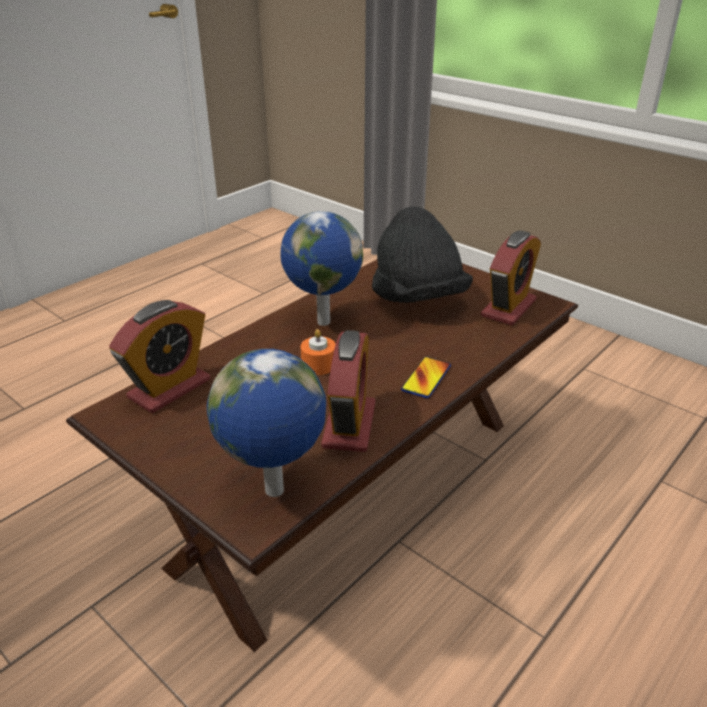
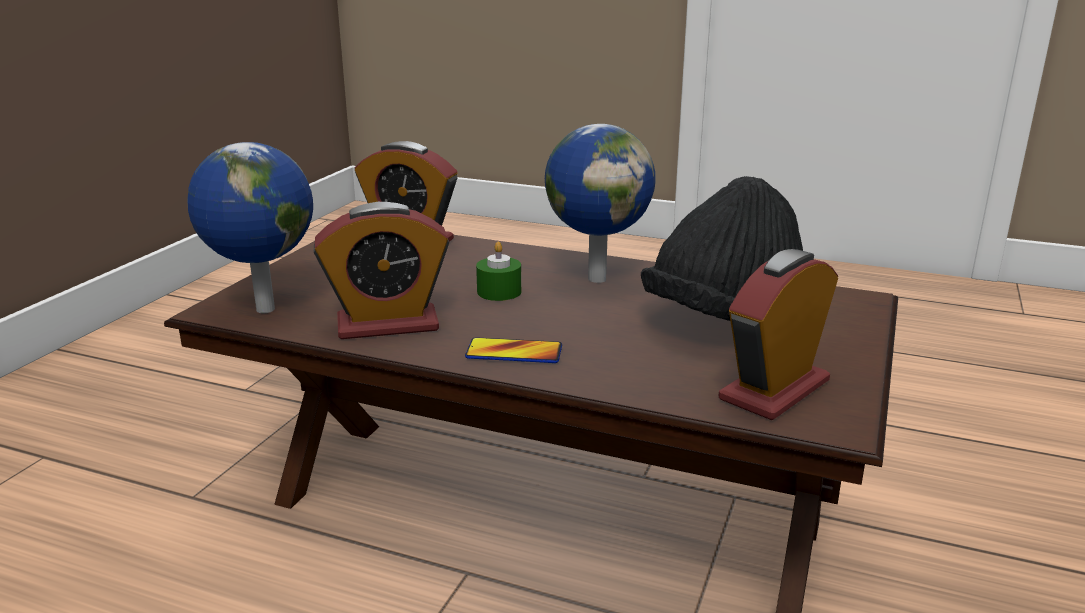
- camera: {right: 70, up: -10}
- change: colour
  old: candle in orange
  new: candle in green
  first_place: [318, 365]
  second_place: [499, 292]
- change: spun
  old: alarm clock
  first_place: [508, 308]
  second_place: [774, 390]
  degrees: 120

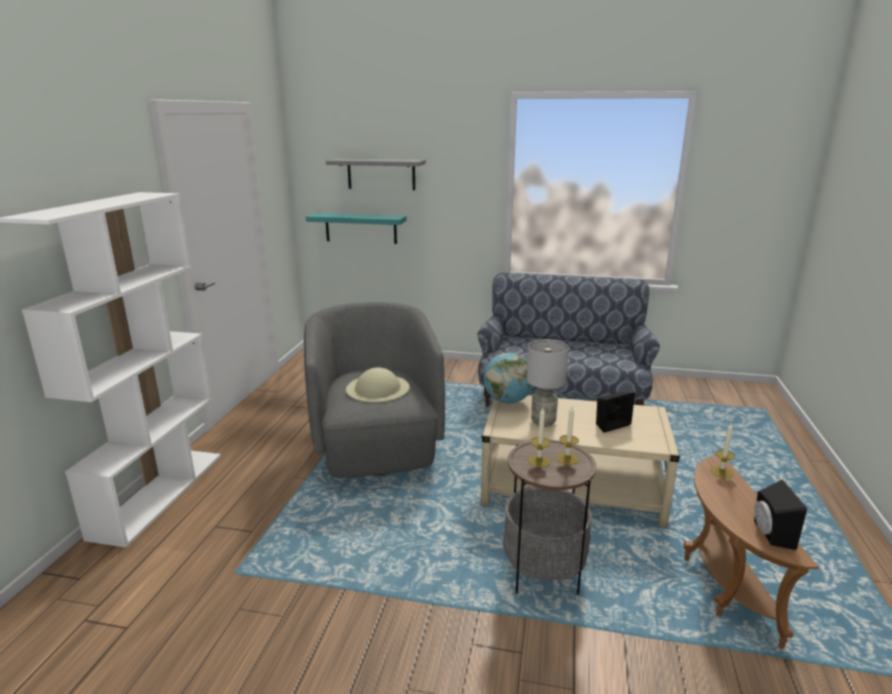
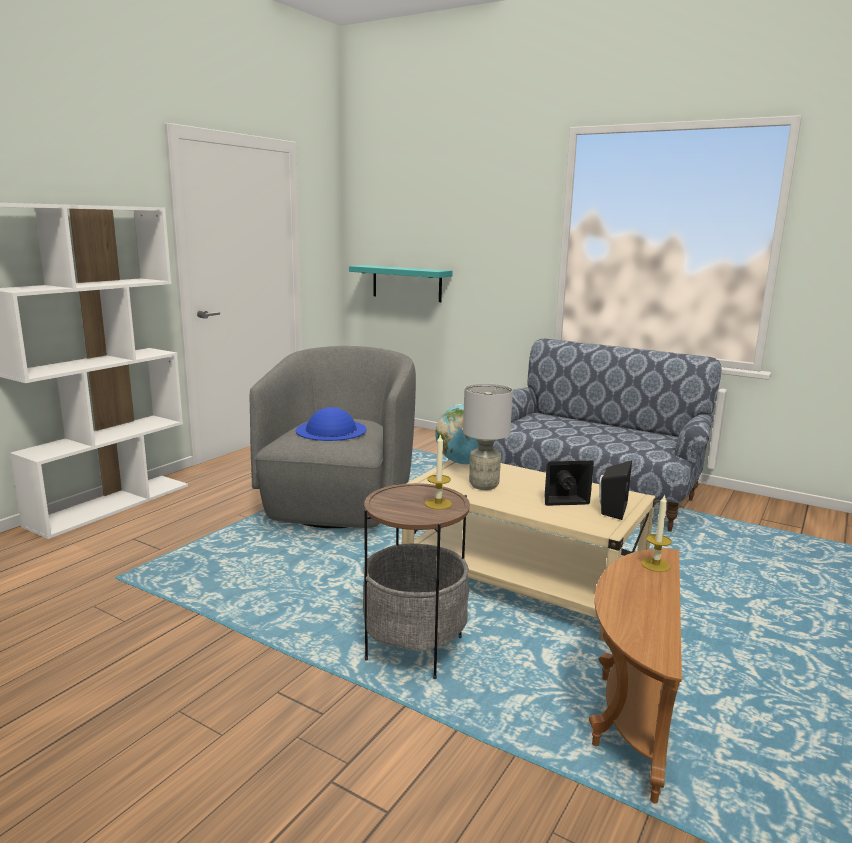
- camera: {right: 20, up: -5}
- change: missing
  old: shelf in grey
  first_place: [381, 174]
- change: missing
  old: candle
  first_place: [539, 461]
- change: relocated
  old: speaker in black
  first_place: [769, 534]
  second_place: [611, 509]
- change: colour
  old: hat in beige
  new: hat in blue
  first_place: [378, 388]
  second_place: [331, 430]

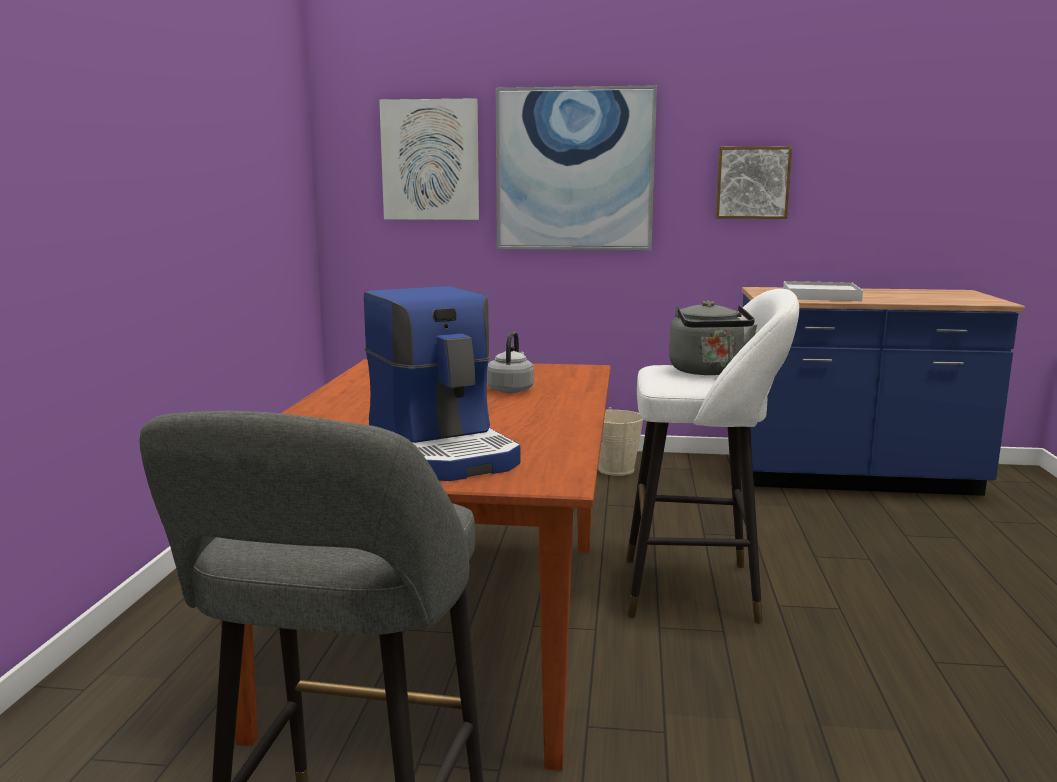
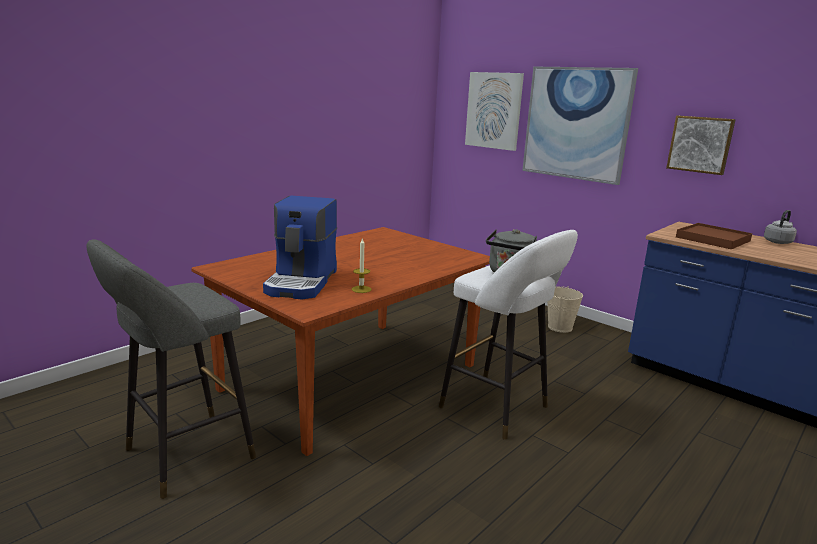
- camera: {right: 35, up: 5}
- change: appeared
  new: candle
  second_place: [361, 289]
- change: relocated
  old: kettle in grey
  first_place: [511, 390]
  second_place: [778, 242]
- change: colour
  old: tray in white
  new: tray in brown
  first_place: [820, 296]
  second_place: [712, 239]

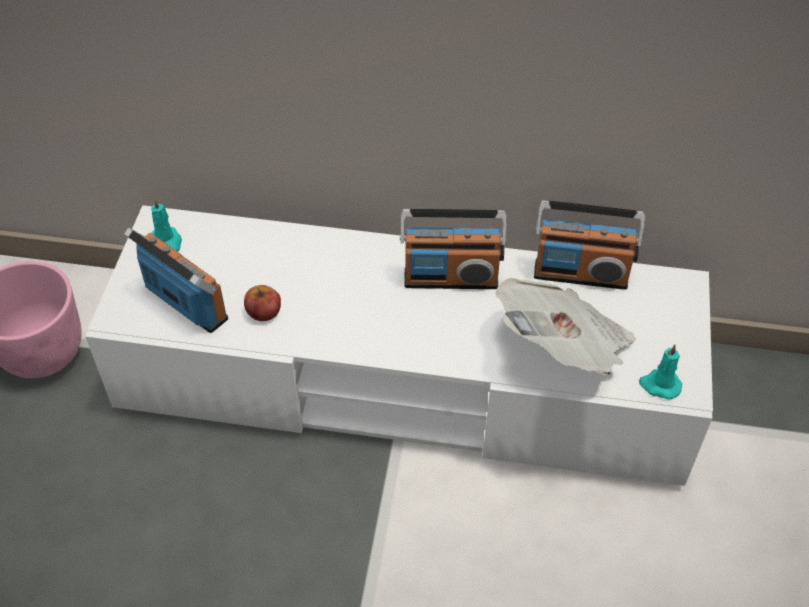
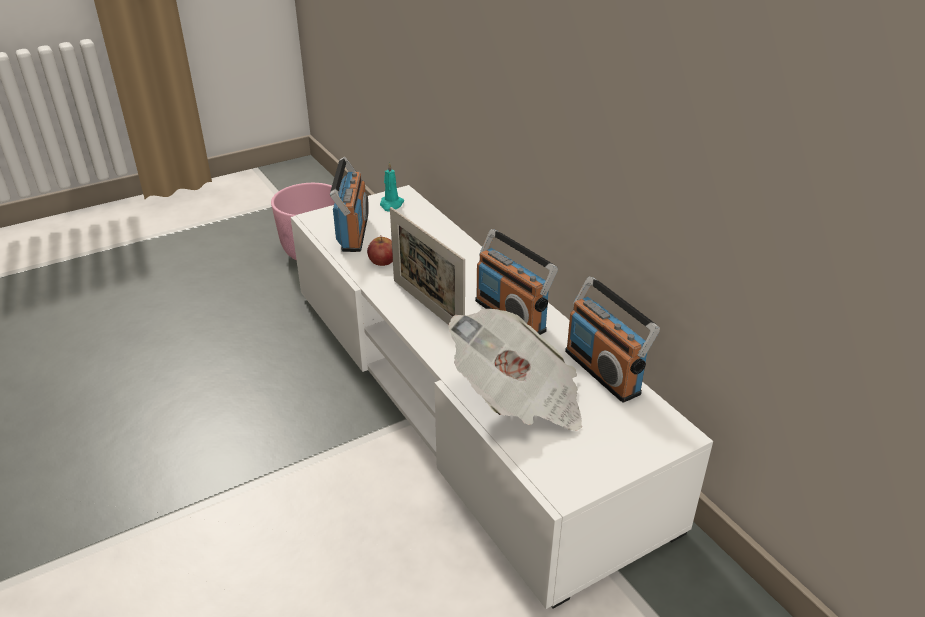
- camera: {right: 50, up: -15}
- change: missing
  old: candle in turquoise
  first_place: [659, 385]
- change: appeared
  new: picture frame
  second_place: [427, 307]

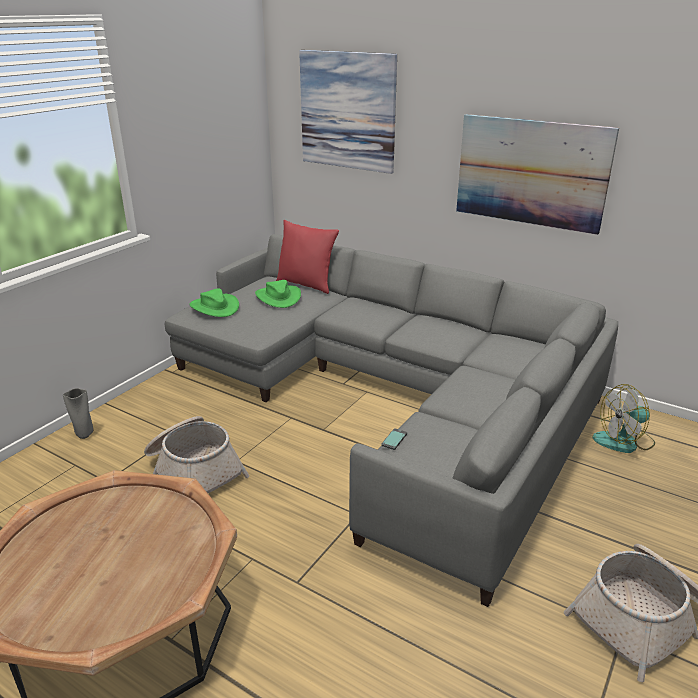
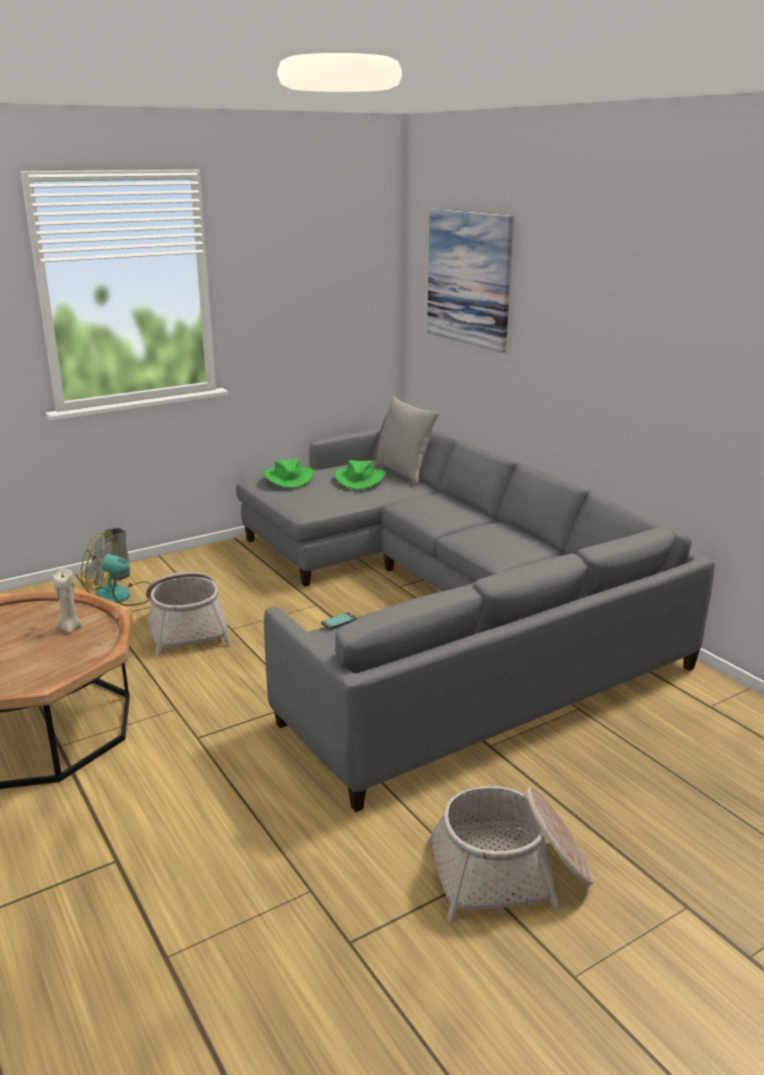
- camera: {right: 25, up: -5}
- change: missing
  old: picture
  first_place: [531, 172]
- change: appeared
  new: candle in beige
  second_place: [69, 628]
- change: relocated
  old: fan
  first_place: [624, 441]
  second_place: [122, 596]
- change: colour
  old: pillow in red
  new: pillow in grey
  first_place: [306, 284]
  second_place: [404, 472]

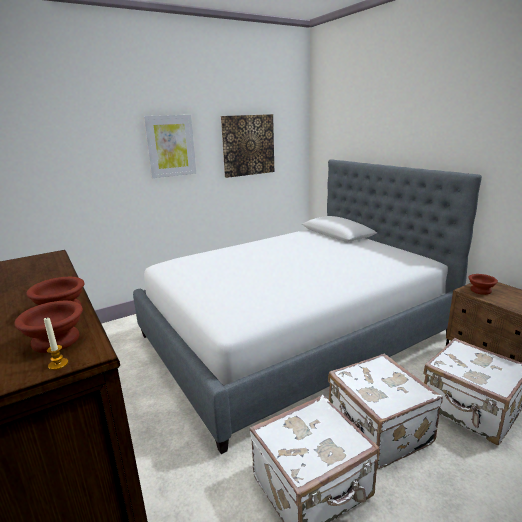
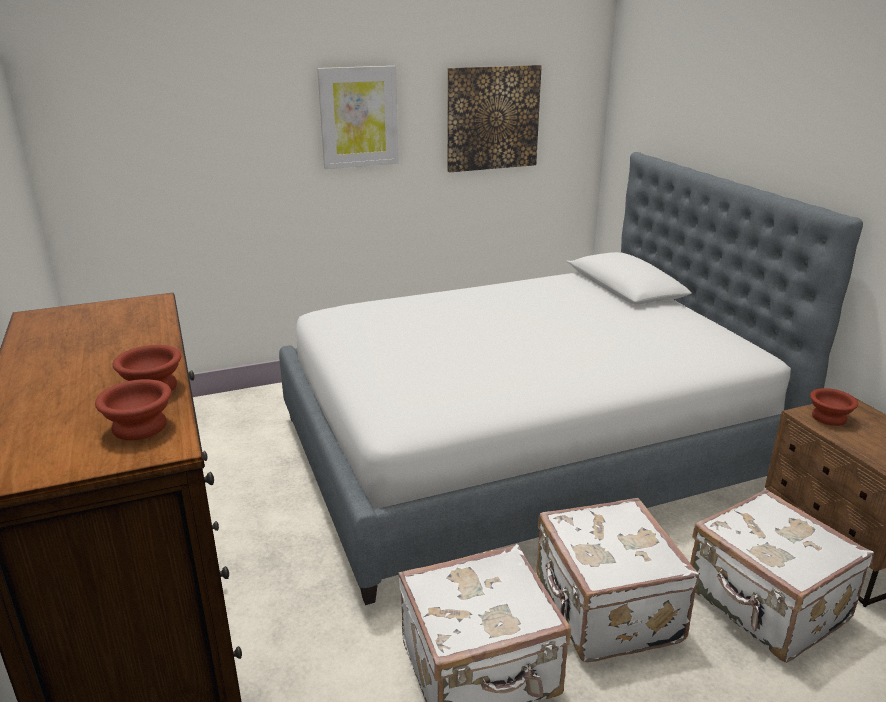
- camera: {right: 10, up: 5}
- change: missing
  old: candle
  first_place: [58, 364]

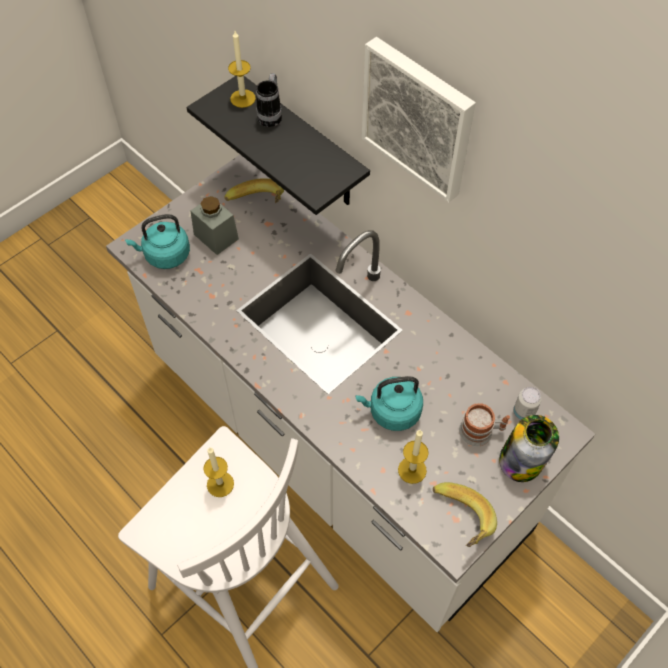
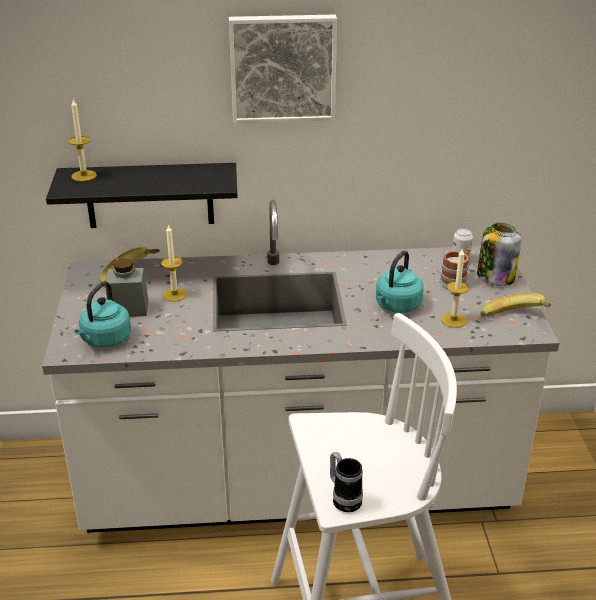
- camera: {right: -50, up: -25}
- change: relocated
  old: candle
  first_place: [220, 484]
  second_place: [174, 294]
- change: relocated
  old: mug
  first_place: [271, 115]
  second_place: [343, 498]

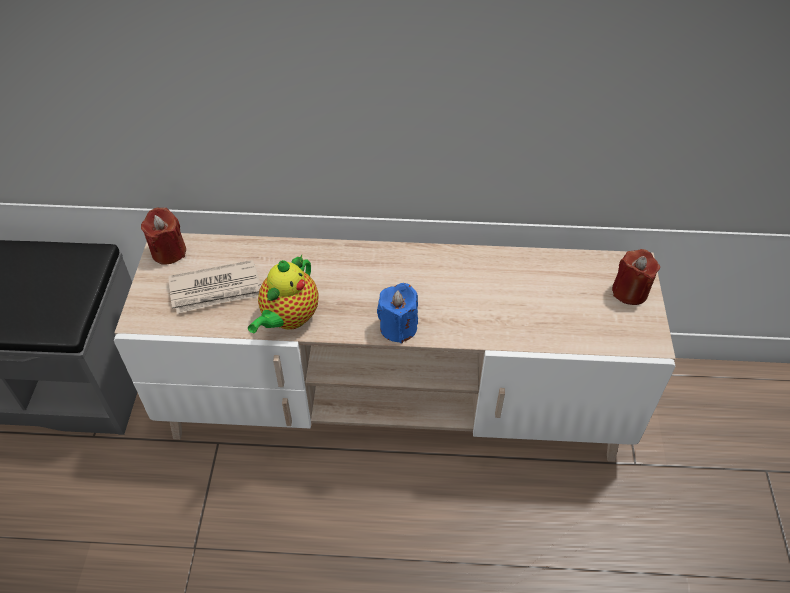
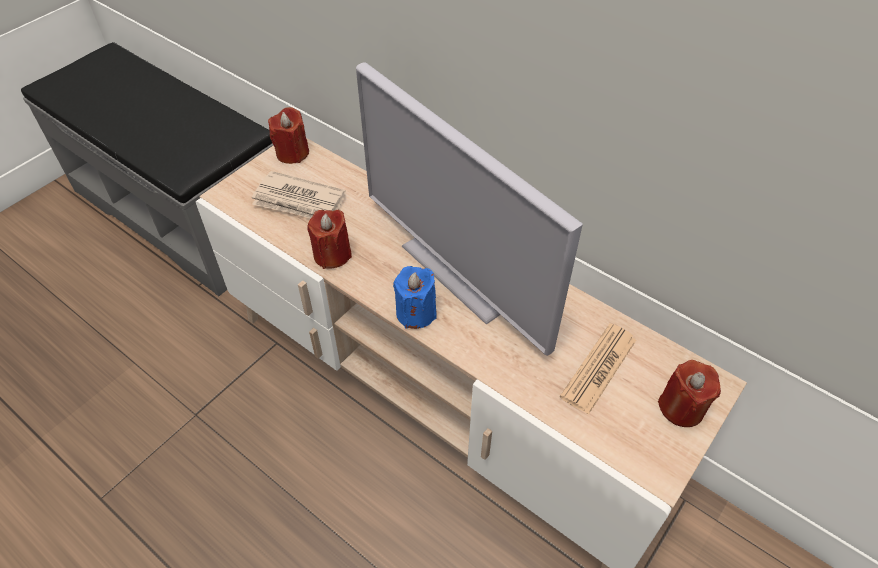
- camera: {right: 35, up: 0}
- change: appeared
  new: television
  second_place: [460, 272]
- change: appeared
  new: newspaper
  second_place: [599, 368]
- change: exchanged
  old: teapot
  new: candle in red
  first_place: [288, 319]
  second_place: [332, 254]

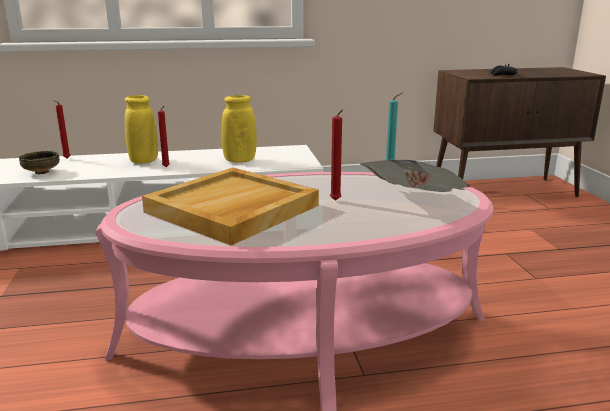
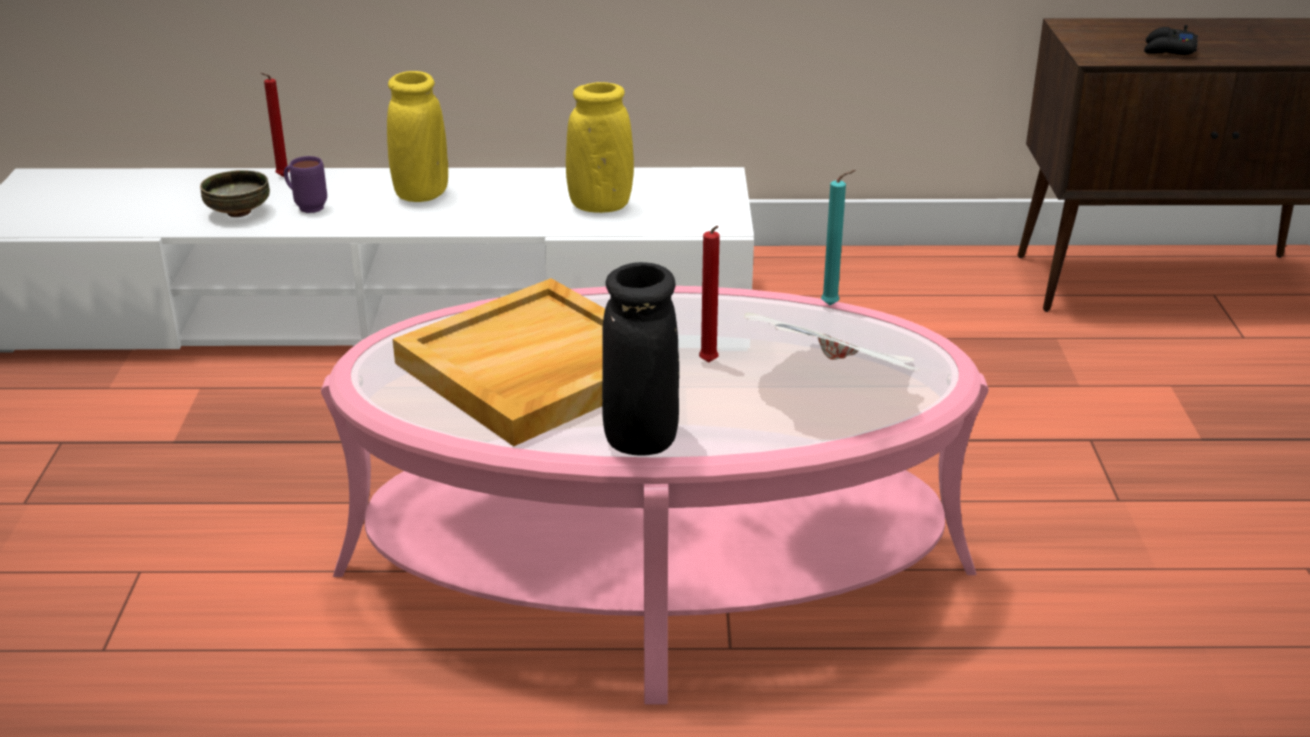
- camera: {right: 10, up: 10}
- change: missing
  old: candle in red
  first_place: [166, 167]
- change: appeared
  new: mug in purple
  second_place: [306, 207]
- change: appeared
  new: vase in black
  second_place: [640, 439]

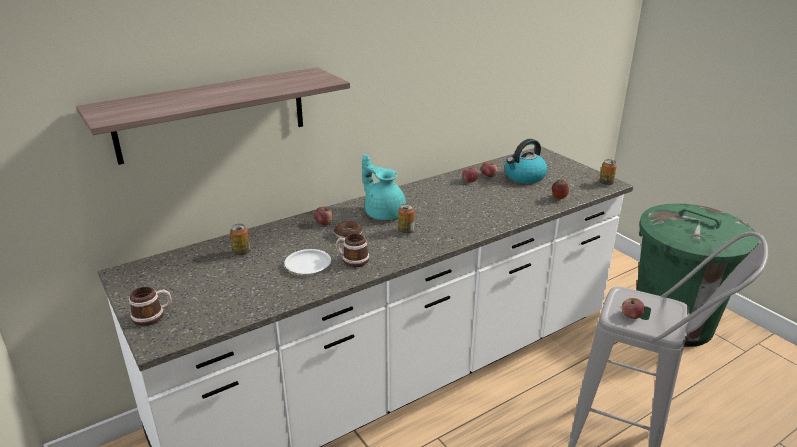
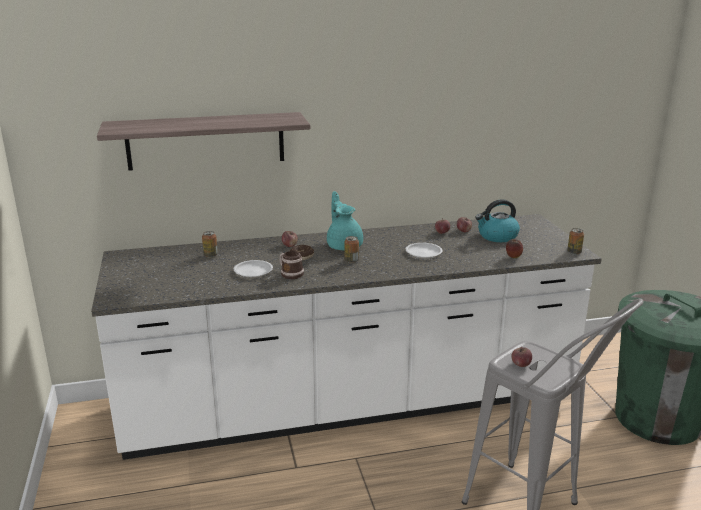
- camera: {right: 20, up: -5}
- change: missing
  old: mug
  first_place: [153, 316]
- change: appeared
  new: plate in white
  second_place: [423, 252]

